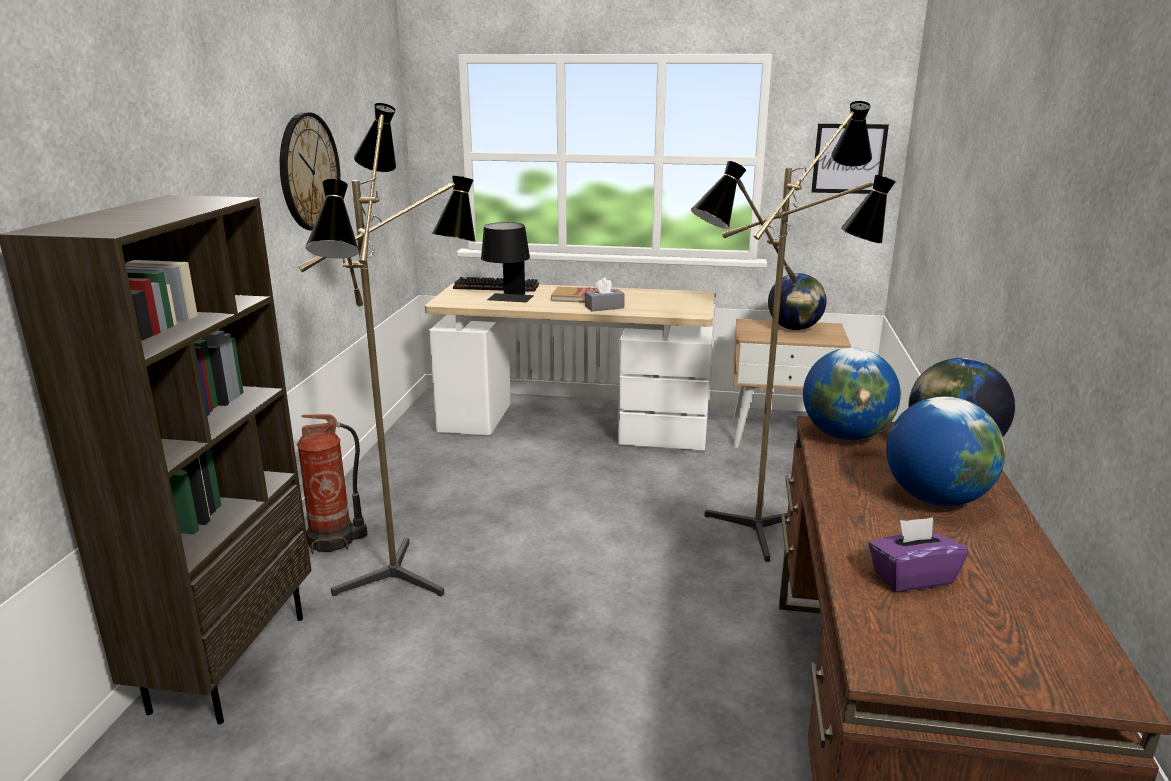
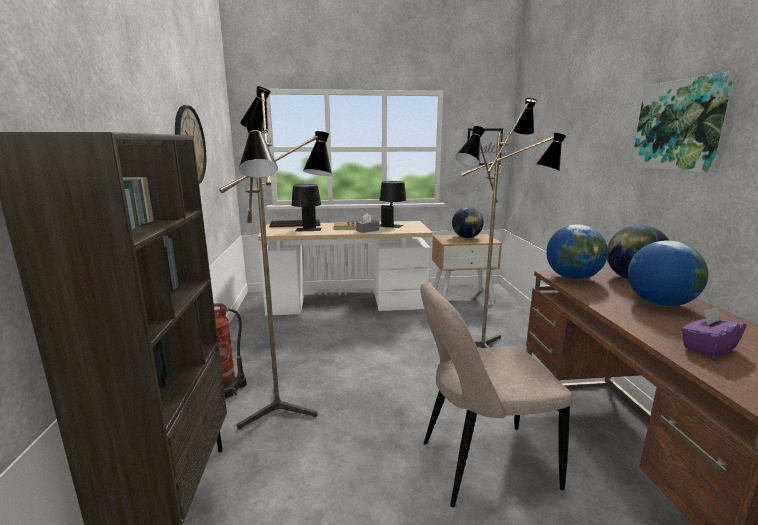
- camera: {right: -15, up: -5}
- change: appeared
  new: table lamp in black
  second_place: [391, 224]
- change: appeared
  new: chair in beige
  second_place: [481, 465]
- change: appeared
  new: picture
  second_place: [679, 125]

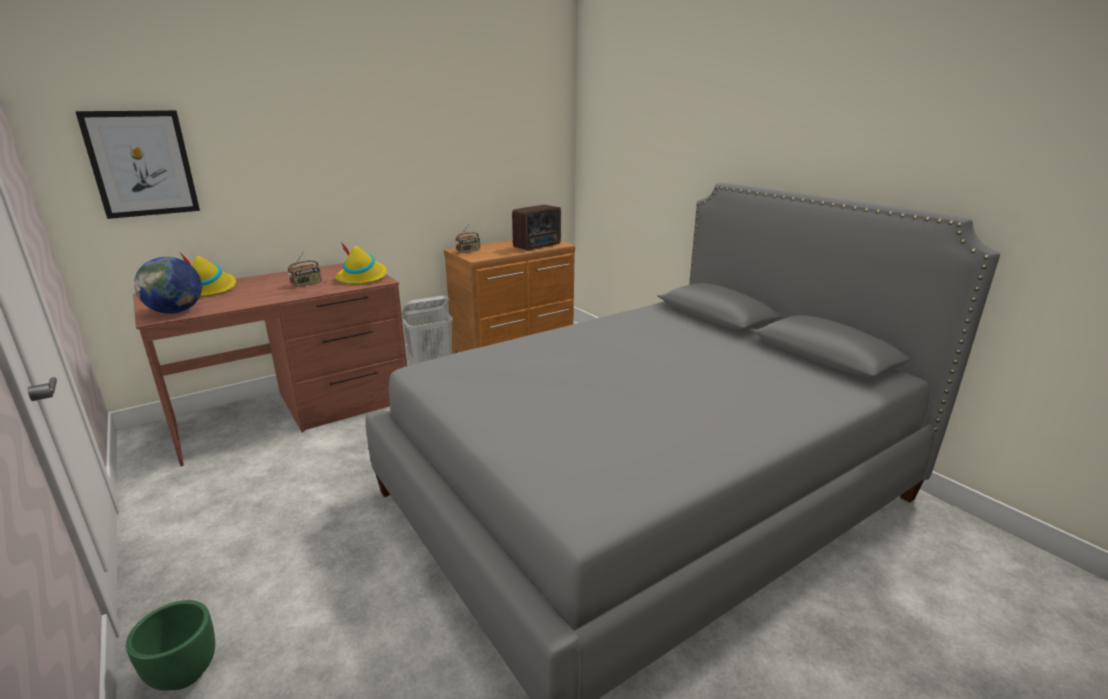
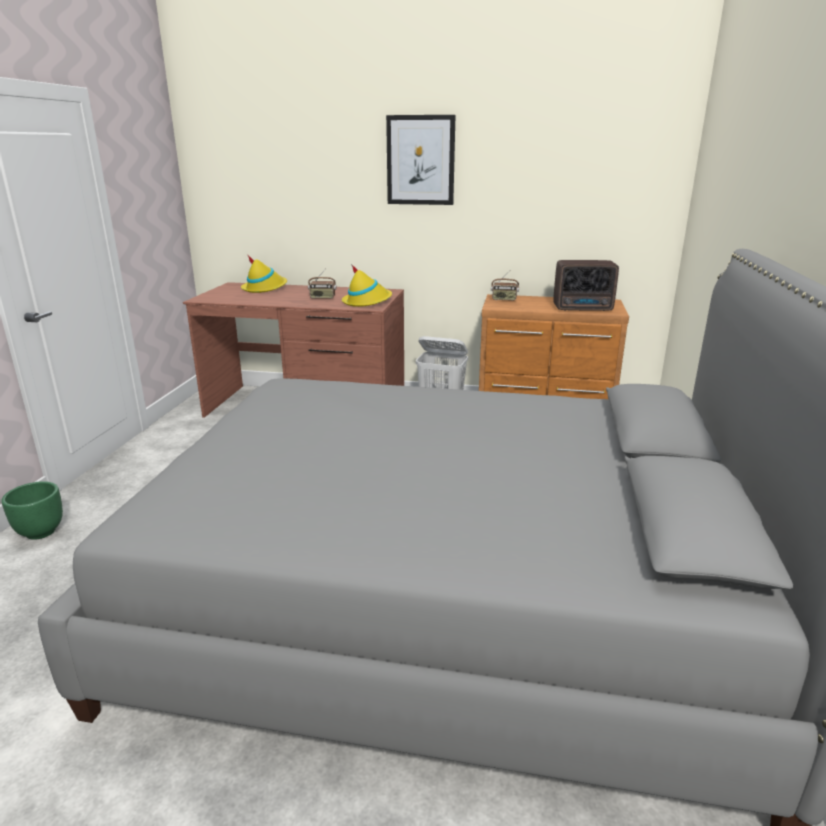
- camera: {right: 45, up: 0}
- change: missing
  old: globe
  first_place: [176, 312]
- change: relocated
  old: picture
  first_place: [141, 164]
  second_place: [420, 160]

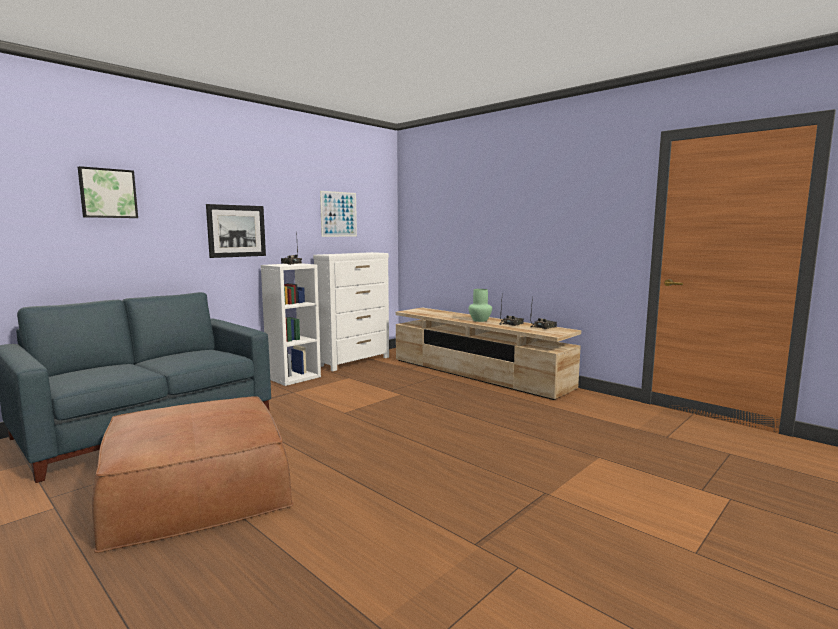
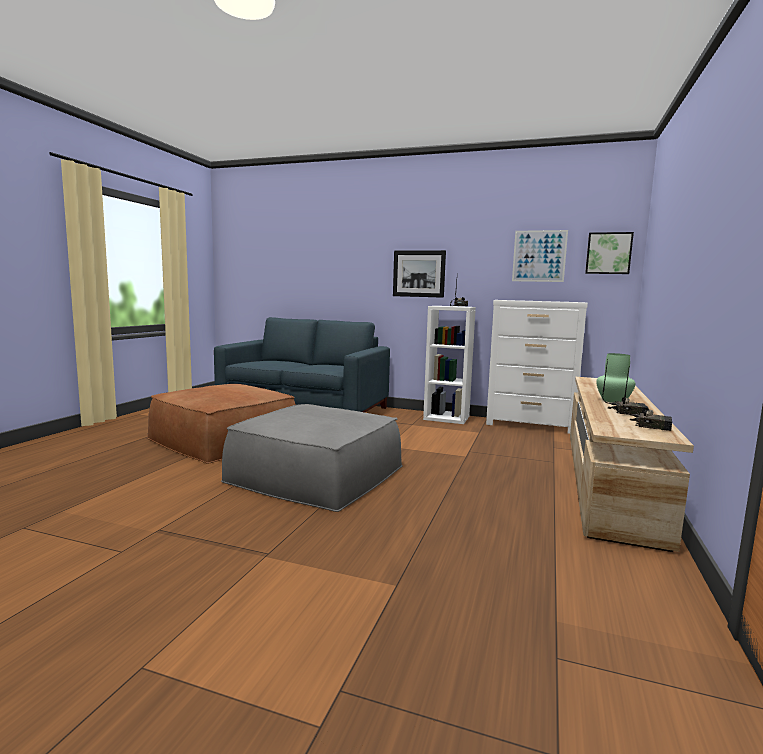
- camera: {right: 65, up: 0}
- change: appeared
  new: ottoman in grey
  second_place: [316, 473]
- change: relocated
  old: picture
  first_place: [108, 193]
  second_place: [608, 253]

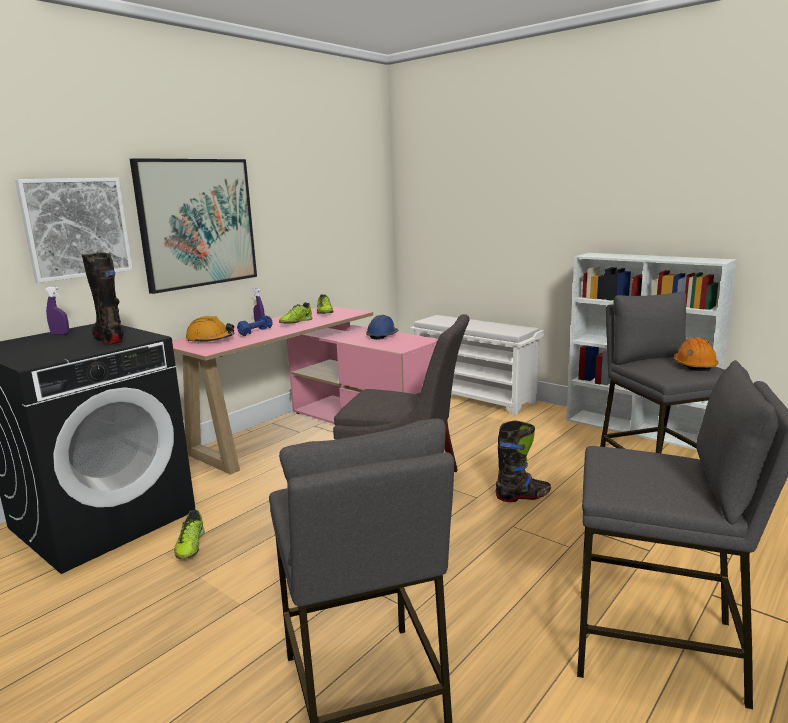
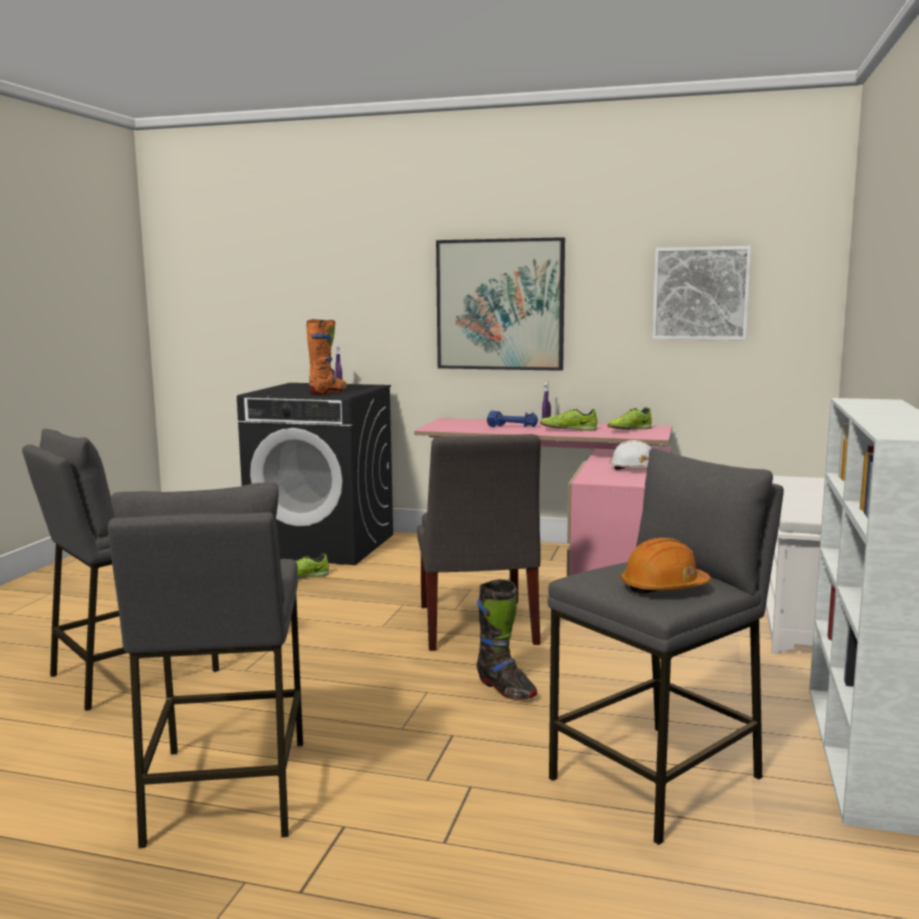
- camera: {right: 65, up: -5}
- change: missing
  old: hard hat in orange
  first_place: [210, 340]
- change: relocated
  old: picture
  first_place: [76, 228]
  second_place: [700, 293]
- change: colour
  old: boot in black
  new: boot in orange
  first_place: [109, 340]
  second_place: [328, 392]
- change: colour
  old: hard hat in blue
  new: hard hat in white
  first_place: [382, 336]
  second_place: [634, 469]

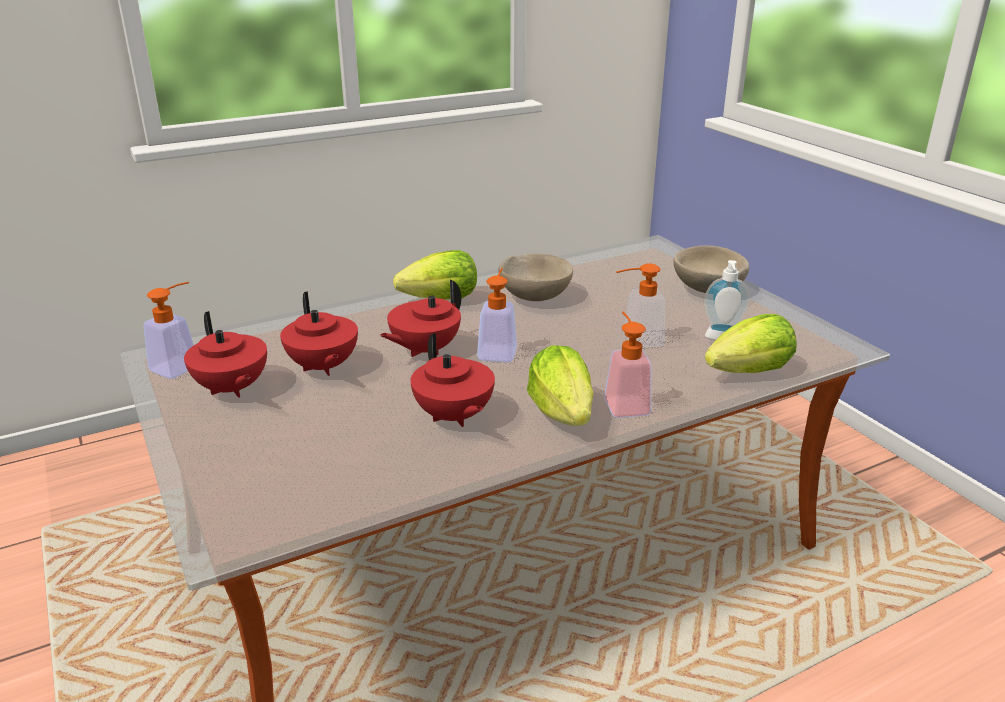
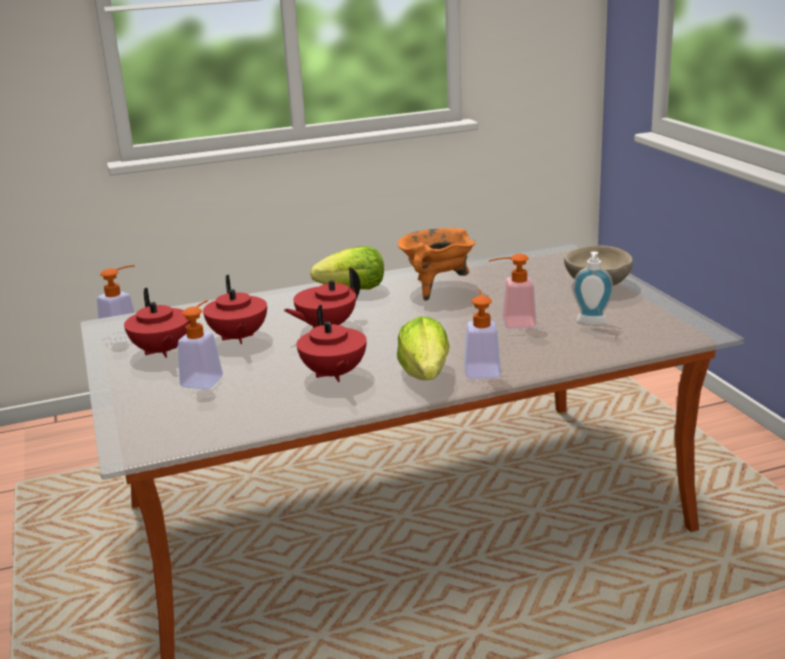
- camera: {right: 10, up: -5}
- change: missing
  old: lettuce
  first_place: [750, 372]
- change: relocated
  old: soap dispenser
  first_place: [498, 350]
  second_place: [205, 379]
- change: exchanged
  old: bowl in beige
  new: cooking pot in orange
  first_place: [535, 296]
  second_place: [437, 288]

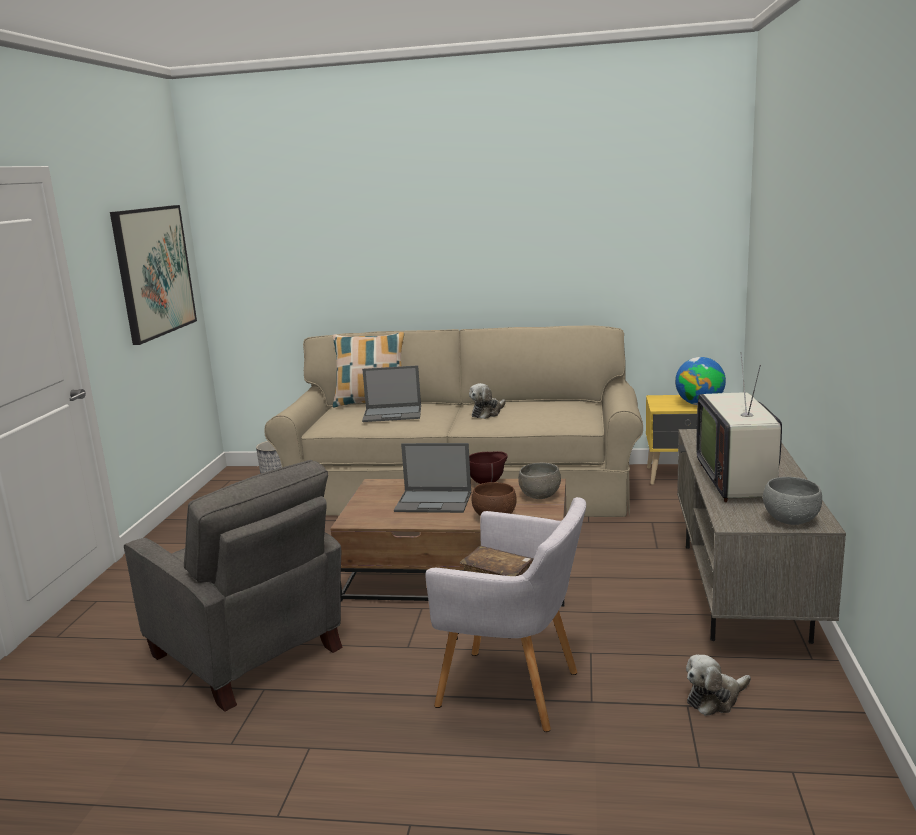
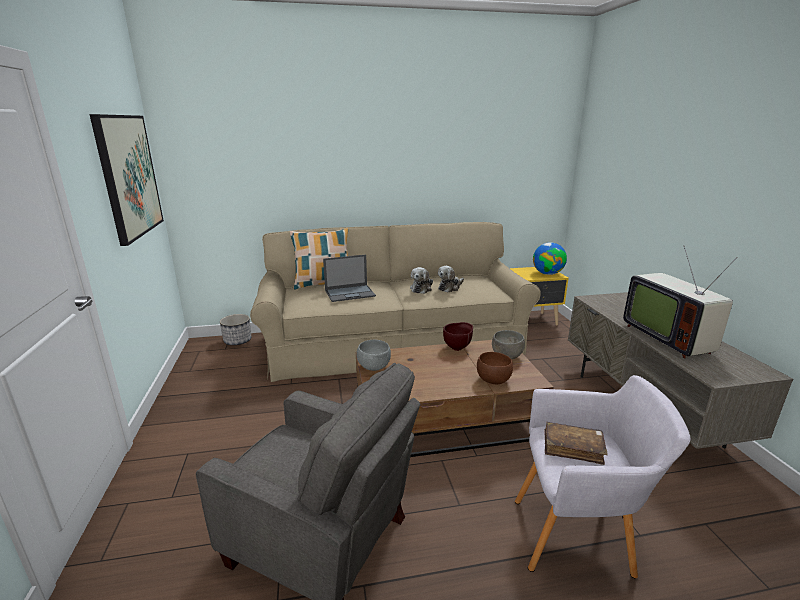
- camera: {right: -20, up: 5}
- change: missing
  old: laptop
  first_place: [434, 502]
- change: relocated
  old: plush toy
  first_place: [715, 699]
  second_place: [450, 287]
- change: relocated
  old: bowl in grey
  first_place: [790, 521]
  second_place: [373, 367]

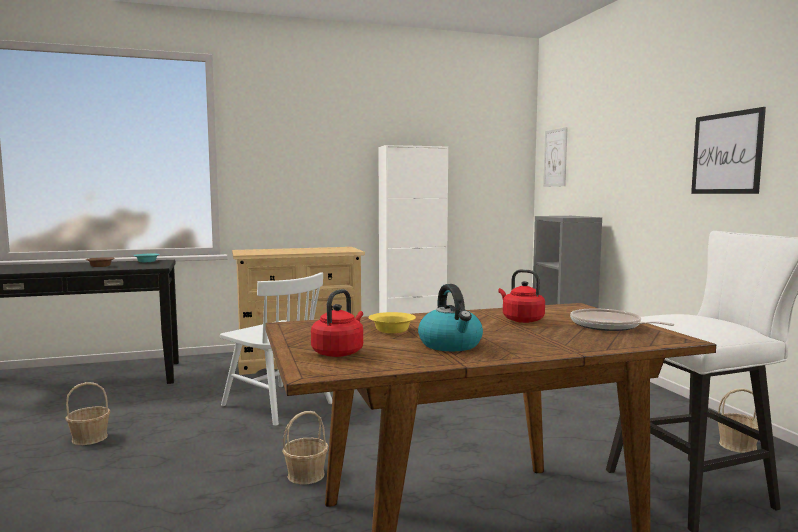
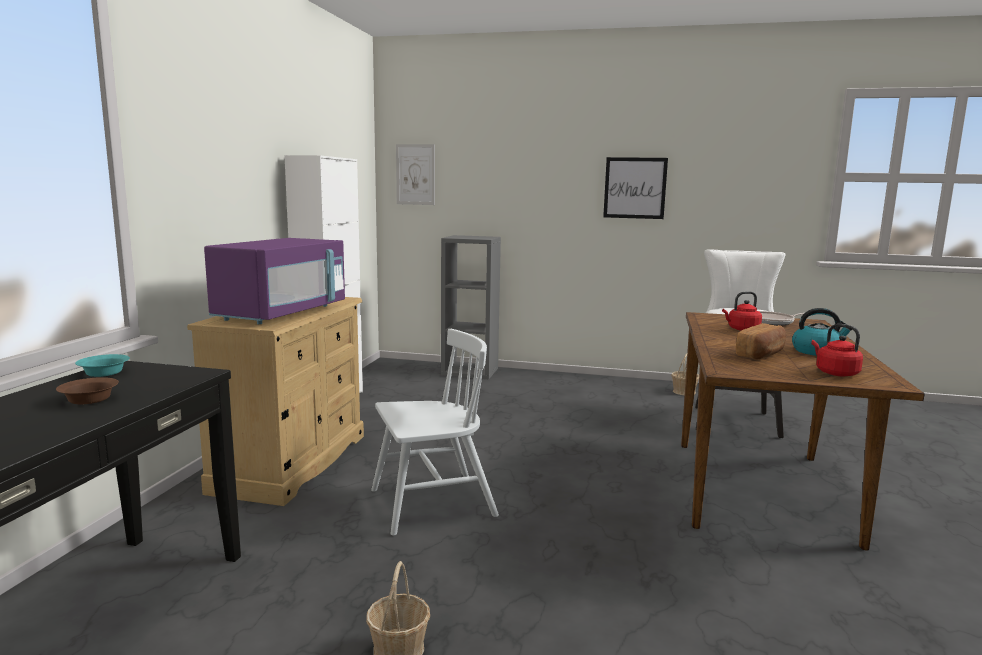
- camera: {right: -60, up: 5}
- change: missing
  old: basket
  first_place: [306, 475]
- change: appeared
  new: microwave in purple
  second_place: [282, 313]
- change: exchanged
  old: bowl in yellow
  new: bread
  first_place: [391, 330]
  second_place: [761, 354]

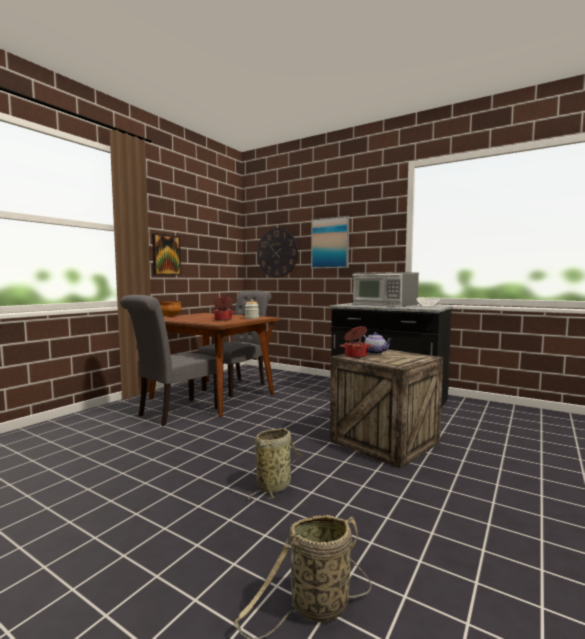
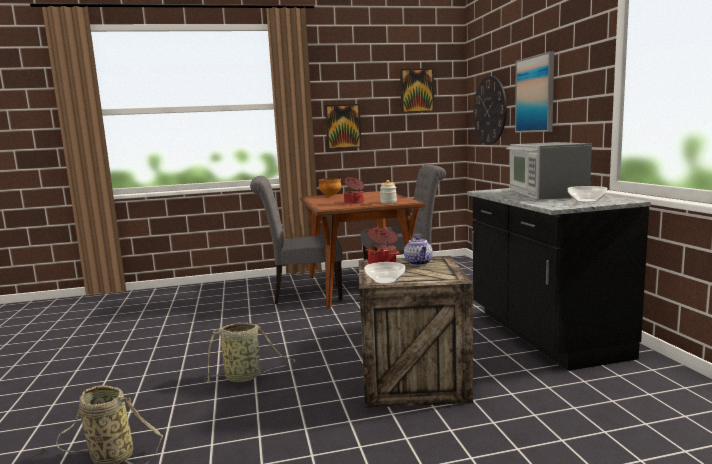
- camera: {right: 45, up: 5}
- change: appeared
  new: bowl
  second_place: [384, 281]
- change: appeared
  new: picture
  second_place: [416, 90]

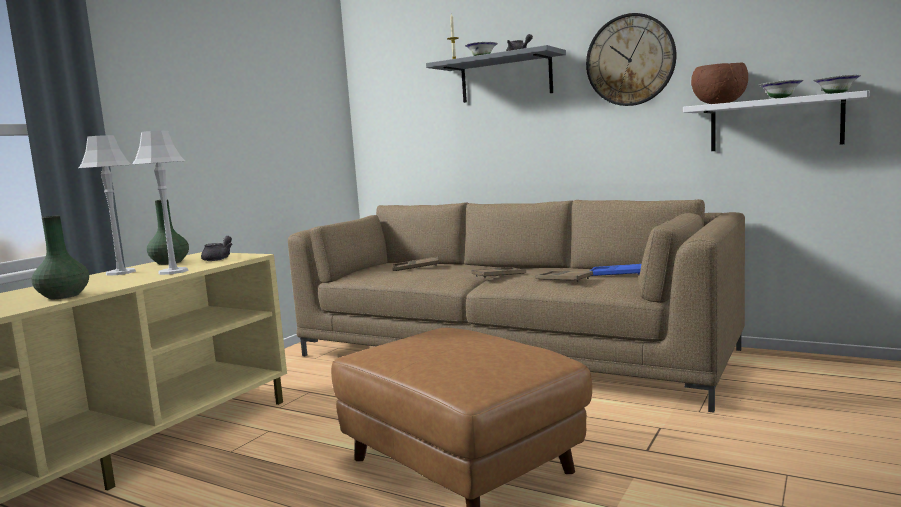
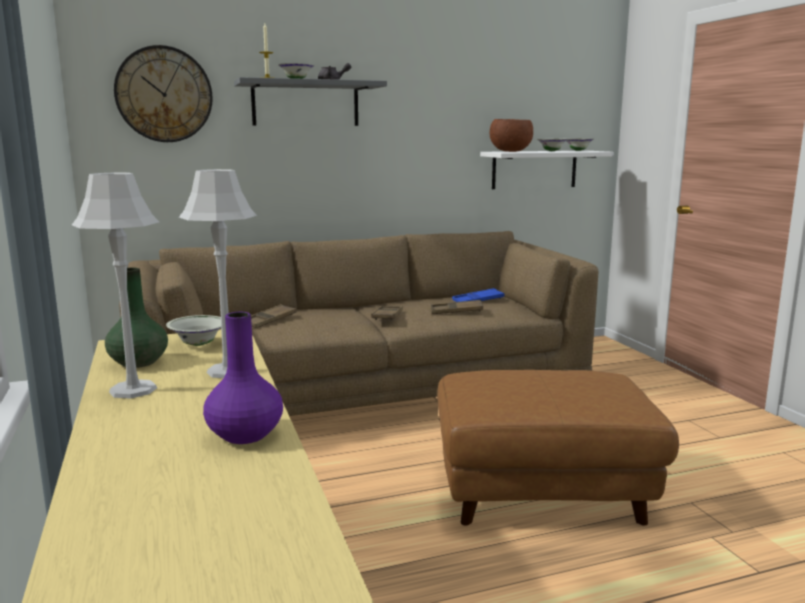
- camera: {right: -50, up: 5}
- change: relocated
  old: wall clock
  first_place: [630, 60]
  second_place: [164, 94]
- change: exchanged
  old: teapot in grey
  new: bowl in white
  first_place: [219, 258]
  second_place: [198, 344]
- change: colour
  old: vase in green
  new: vase in purple
  first_place: [64, 296]
  second_place: [244, 434]

